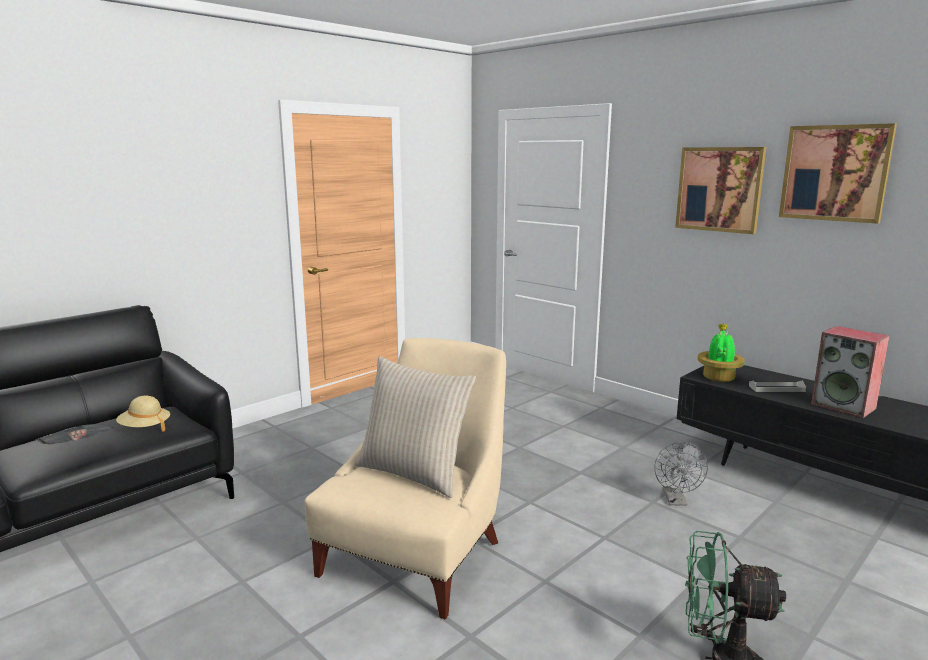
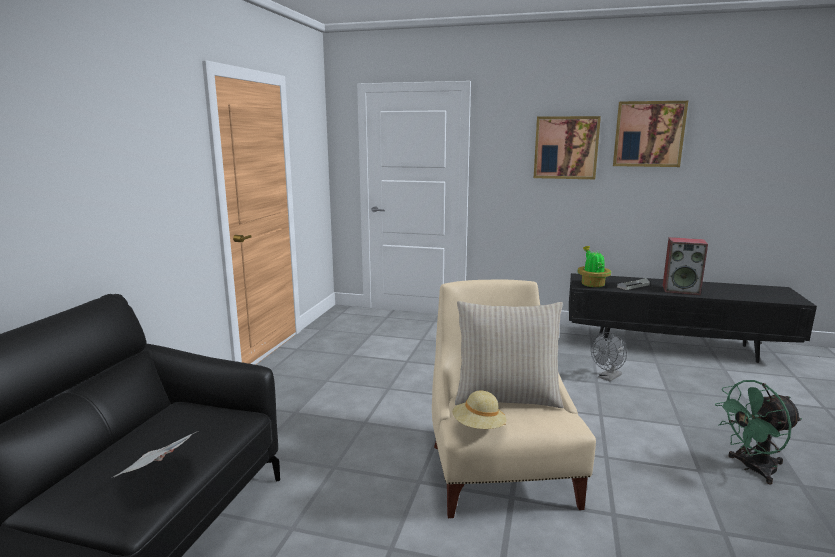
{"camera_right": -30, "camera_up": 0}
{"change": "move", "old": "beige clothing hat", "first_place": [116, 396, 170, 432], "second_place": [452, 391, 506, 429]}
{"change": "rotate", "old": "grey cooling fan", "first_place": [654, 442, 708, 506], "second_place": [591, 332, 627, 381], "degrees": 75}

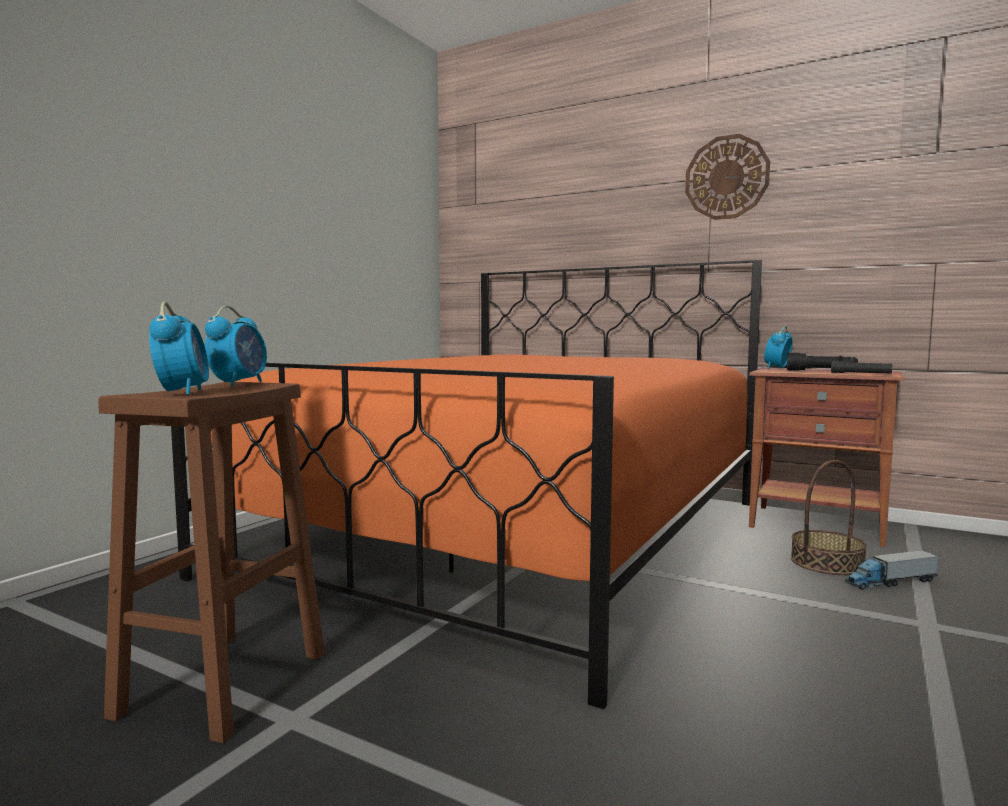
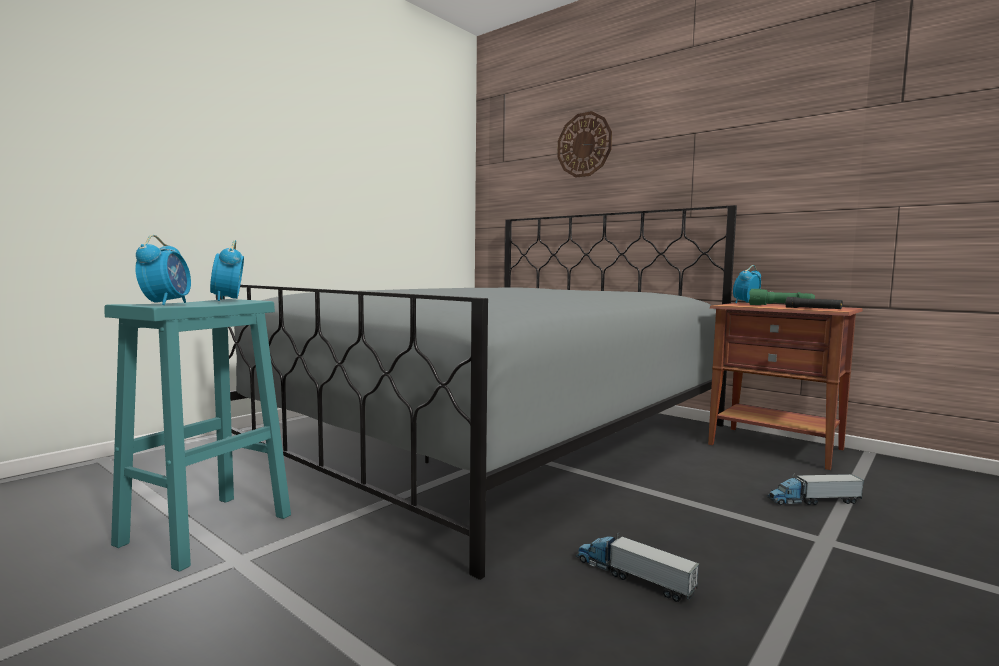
{"camera_right": 10, "camera_up": 0}
{"change": "recolor", "old": "brownish stool seat", "new": "turquoise stool seat", "first_place": [98, 382, 324, 743], "second_place": [104, 299, 291, 572]}
{"change": "rotate", "old": "bedside clock", "first_place": [205, 306, 267, 386], "second_place": [210, 240, 244, 301], "degrees": 135}
{"change": "recolor", "old": "orangey sleeping bed", "new": "grey sleeping bed", "first_place": [171, 260, 762, 709], "second_place": [216, 205, 737, 580]}
{"change": "move", "old": "clock on the wall", "first_place": [685, 134, 770, 220], "second_place": [557, 111, 612, 178]}
{"change": "insert", "new": "toy lorry", "second_place": [576, 532, 700, 602]}
{"change": "recolor", "old": "black-coloured flashlight", "new": "green flashlight", "first_place": [787, 352, 858, 371], "second_place": [749, 289, 815, 305]}
{"change": "delete", "old": "basket", "first_place": [791, 460, 867, 575]}

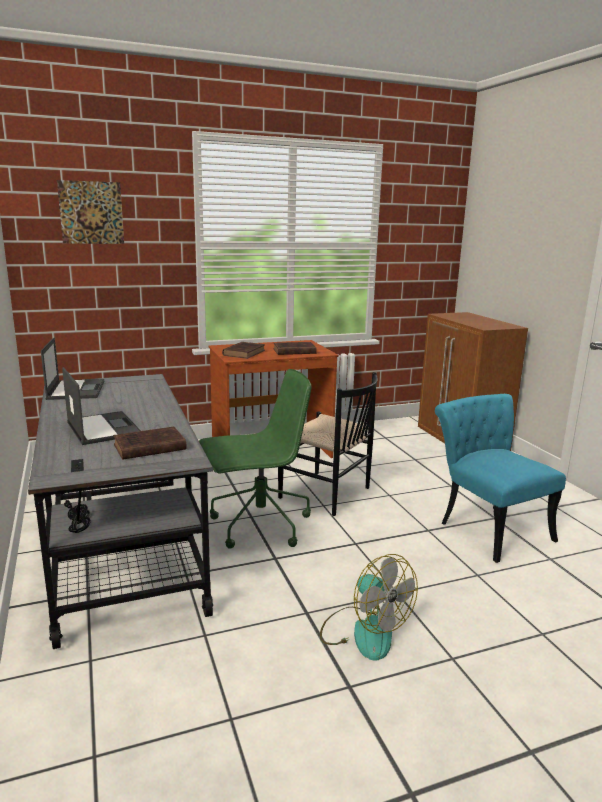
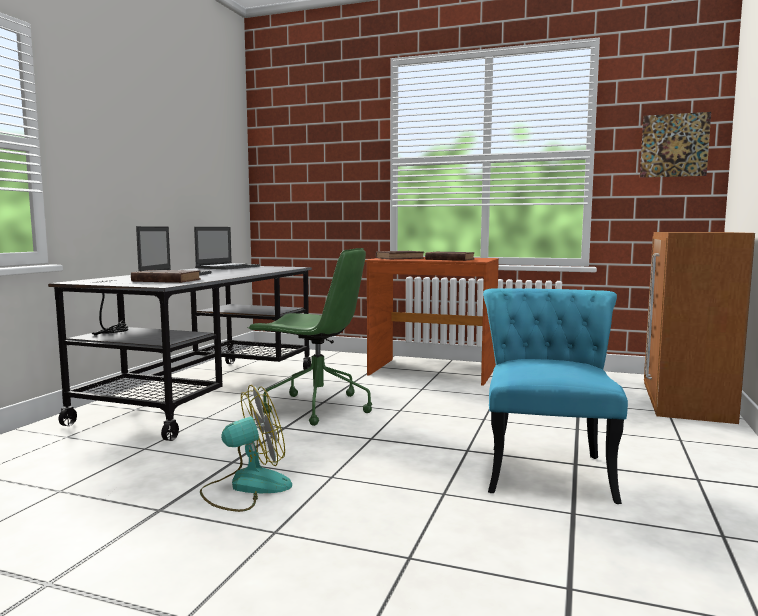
{"camera_right": 40, "camera_up": -10}
{"change": "rotate", "old": "cooling fan", "first_place": [320, 554, 418, 661], "second_place": [200, 385, 292, 512], "degrees": -120}
{"change": "move", "old": "wall picture", "first_place": [57, 180, 124, 244], "second_place": [640, 112, 711, 178]}
{"change": "delete", "old": "black-coloured chair", "first_place": [278, 372, 378, 516]}

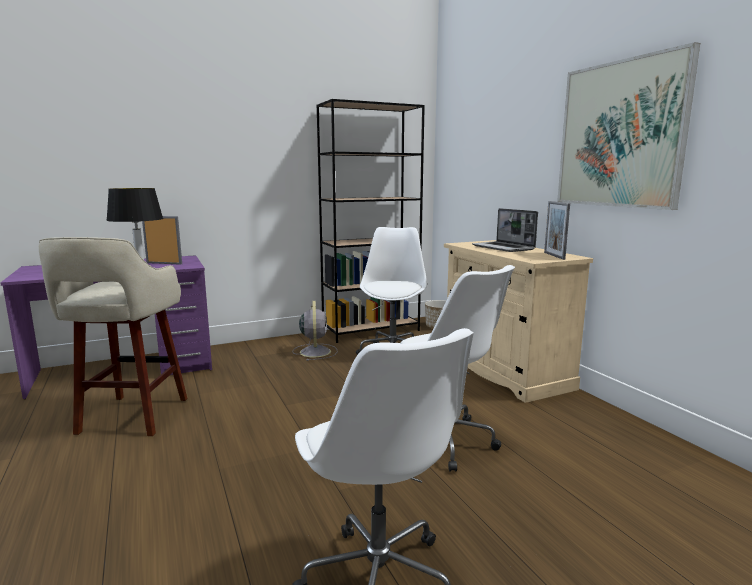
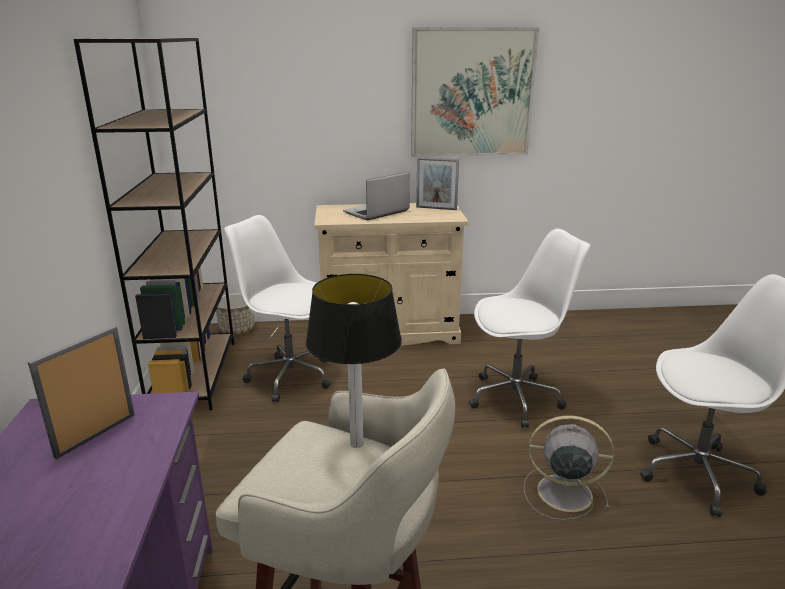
{"camera_right": -70, "camera_up": 10}
{"change": "rotate", "old": "laptop", "first_place": [472, 208, 538, 252], "second_place": [343, 172, 410, 220], "degrees": 150}
{"change": "move", "old": "grey cooling fan", "first_place": [293, 301, 337, 361], "second_place": [524, 415, 614, 520]}

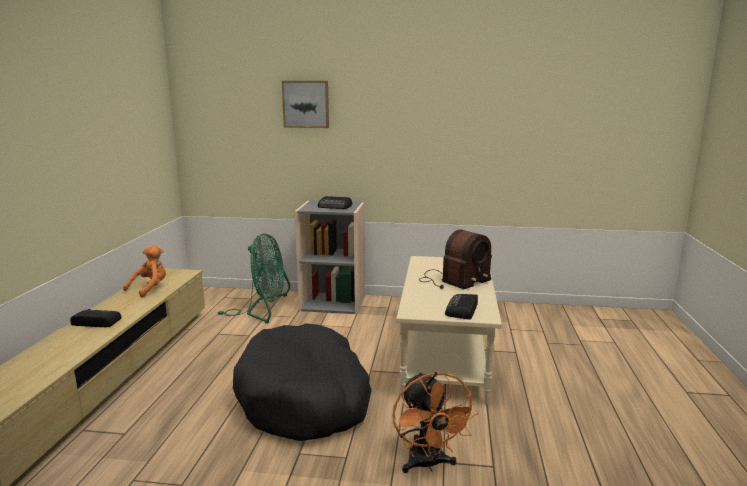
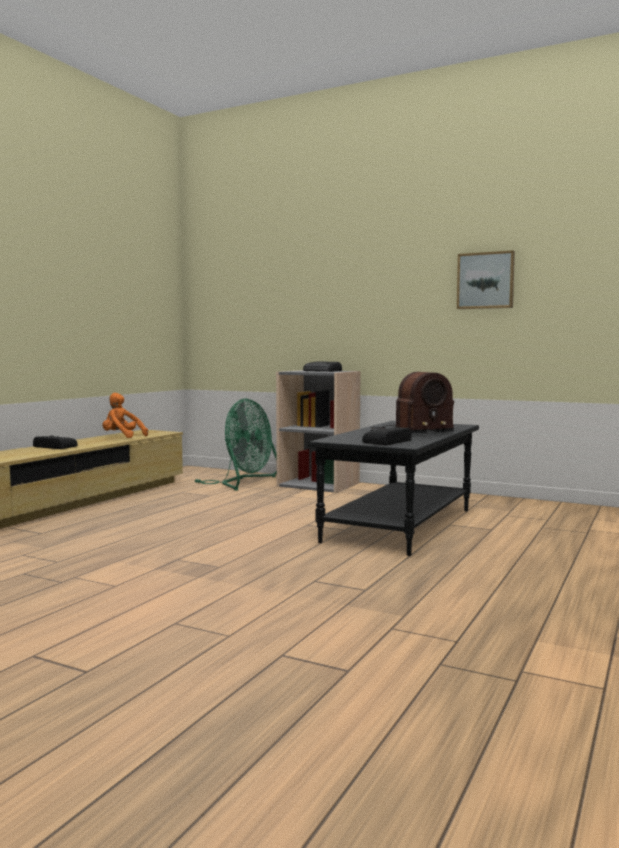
{"camera_right": 20, "camera_up": -10}
{"change": "rotate", "old": "orangey cuddly toy", "first_place": [123, 245, 166, 298], "second_place": [102, 393, 148, 438], "degrees": -120}
{"change": "recolor", "old": "beige coffee table", "new": "black-coloured coffee table", "first_place": [396, 256, 502, 405], "second_place": [309, 421, 479, 556]}
{"change": "move", "old": "wall picture", "first_place": [282, 81, 329, 128], "second_place": [457, 251, 515, 309]}
{"change": "delete", "old": "black-coloured dog cushion", "first_place": [233, 323, 372, 441]}
{"change": "delete", "old": "orangey cooling fan", "first_place": [393, 372, 479, 473]}

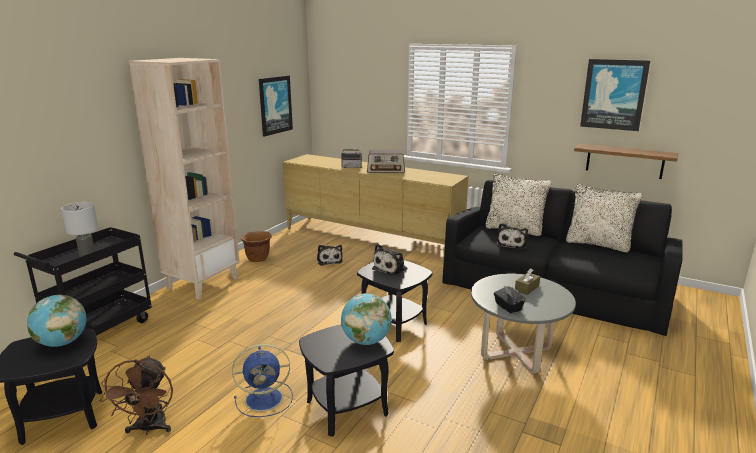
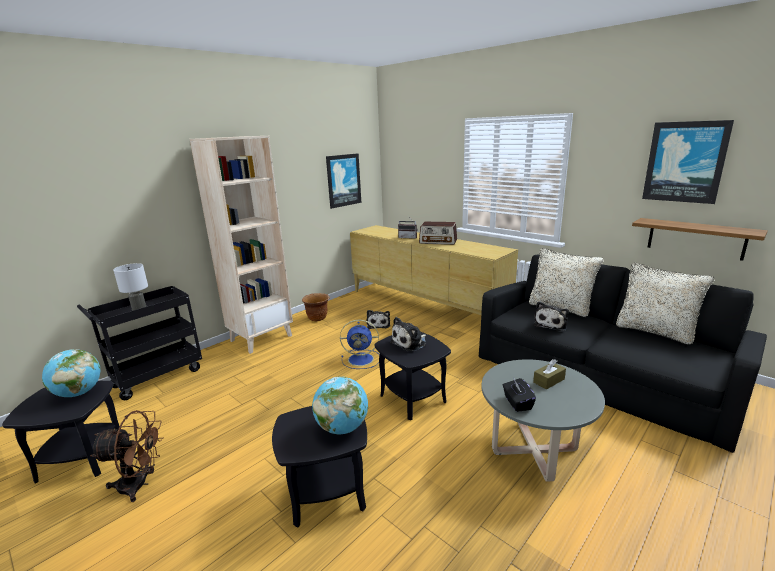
{"camera_right": 15, "camera_up": 0}
{"change": "rotate", "old": "brownish cooling fan", "first_place": [100, 356, 173, 435], "second_place": [90, 410, 163, 502], "degrees": -105}
{"change": "move", "old": "bluish cooling fan", "first_place": [232, 344, 293, 417], "second_place": [340, 320, 379, 369]}

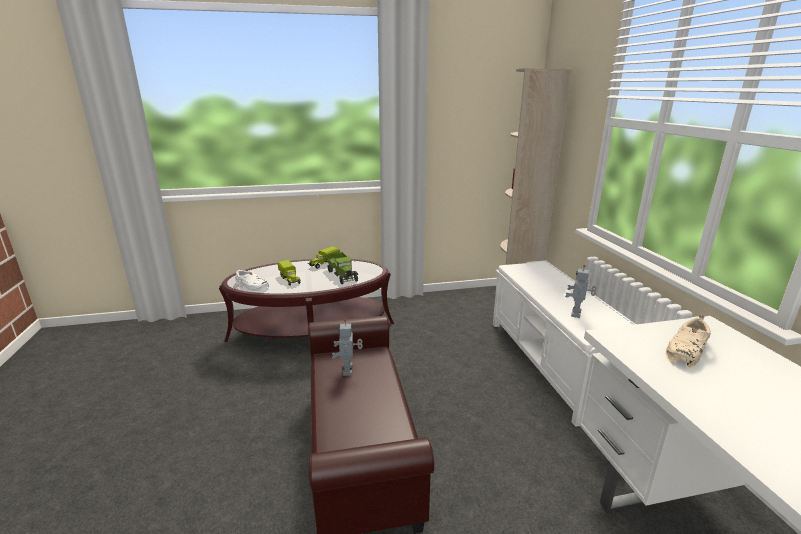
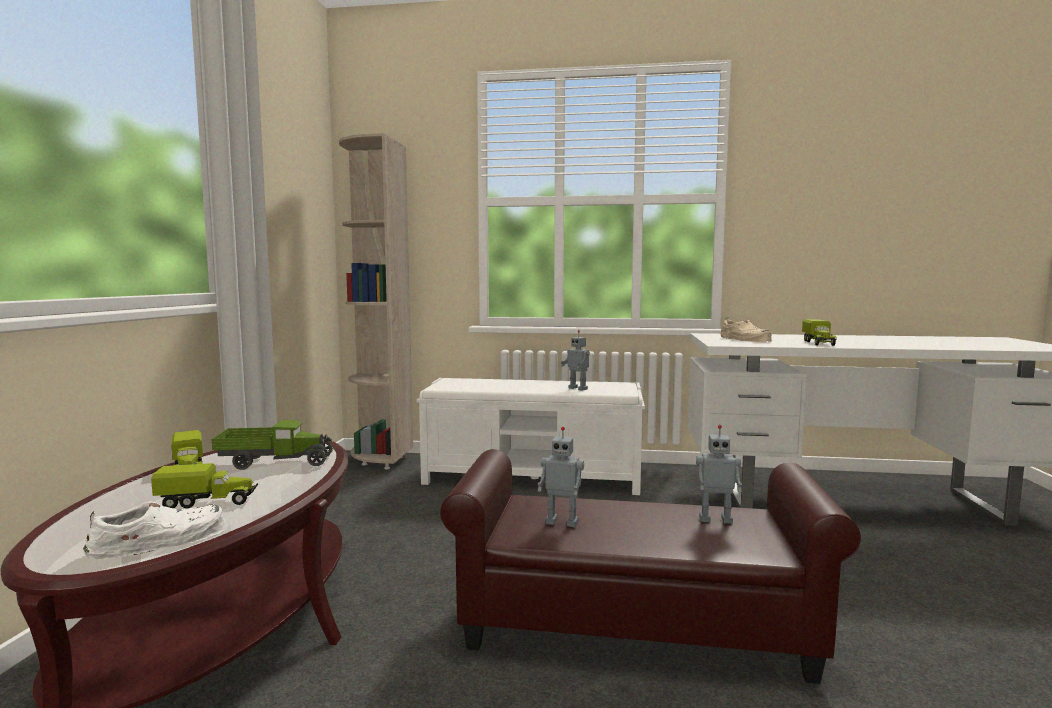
{"camera_right": -70, "camera_up": -15}
{"change": "insert", "new": "robot figure", "second_place": [696, 425, 742, 524]}
{"change": "insert", "new": "toy lorry", "second_place": [802, 319, 837, 346]}

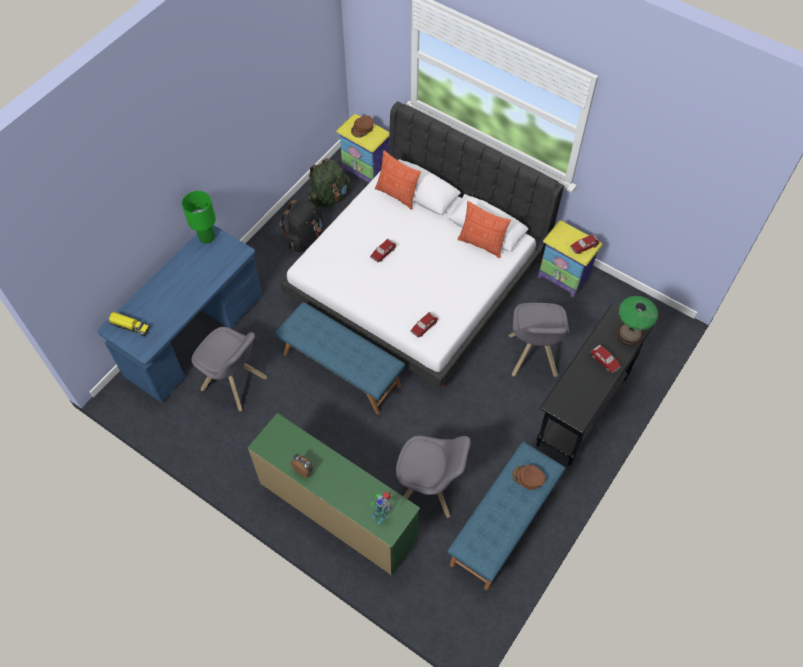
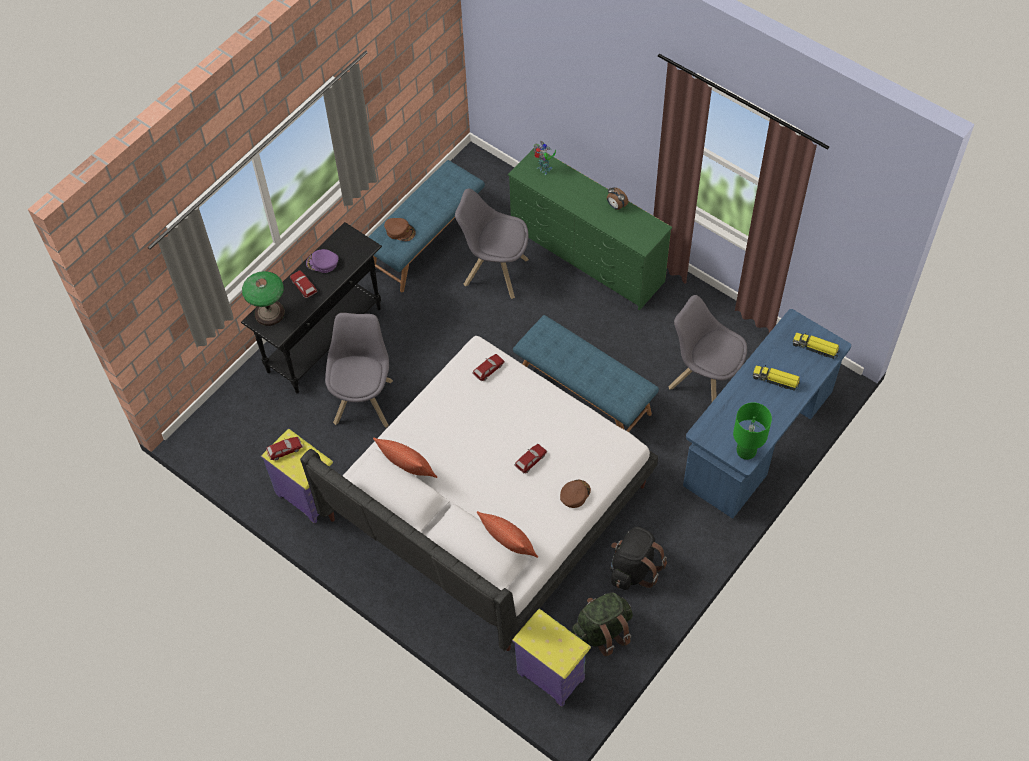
{"camera_right": -175, "camera_up": 0}
{"change": "insert", "new": "purple cap", "second_place": [306, 249, 339, 273]}
{"change": "move", "old": "brownish cap", "first_place": [351, 115, 373, 138], "second_place": [560, 480, 591, 508]}
{"change": "insert", "new": "toy lorry", "second_place": [752, 365, 801, 391]}

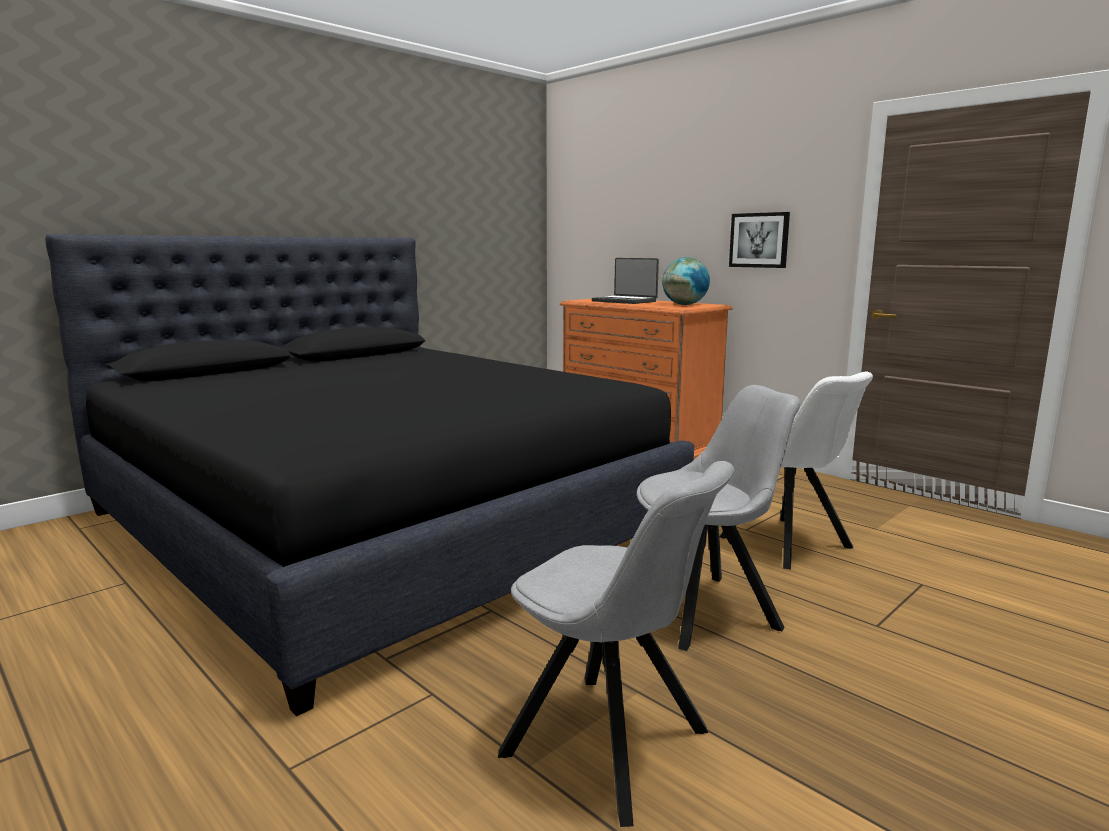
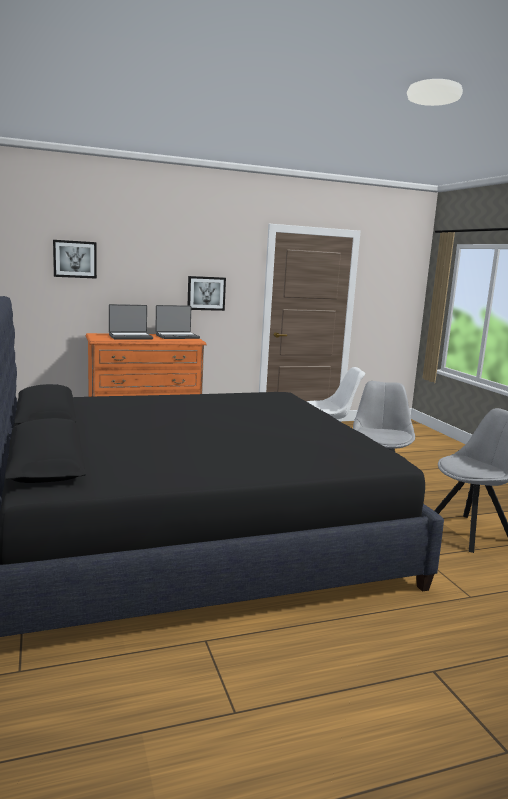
{"camera_right": -65, "camera_up": 0}
{"change": "insert", "new": "wall picture", "second_place": [53, 240, 97, 279]}
{"change": "replace", "old": "desk globe", "new": "laptop", "first_place": [662, 257, 710, 305], "second_place": [155, 305, 200, 339]}

